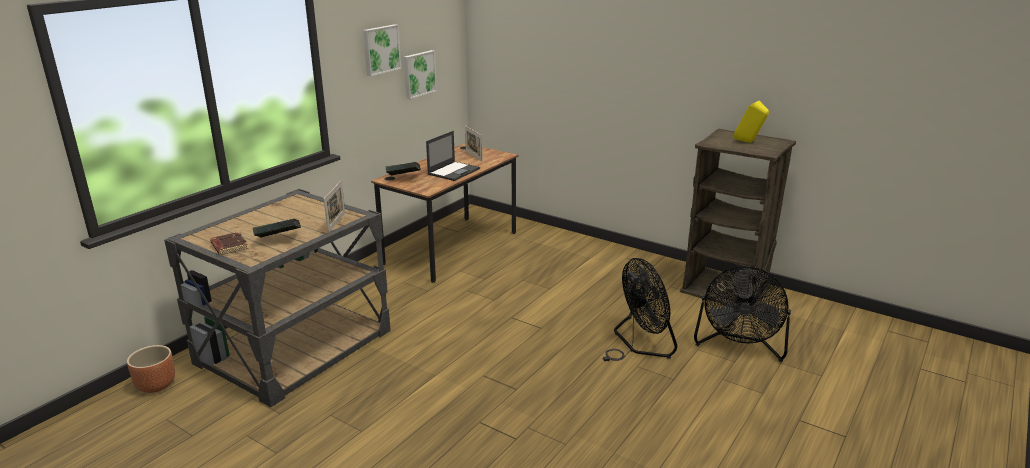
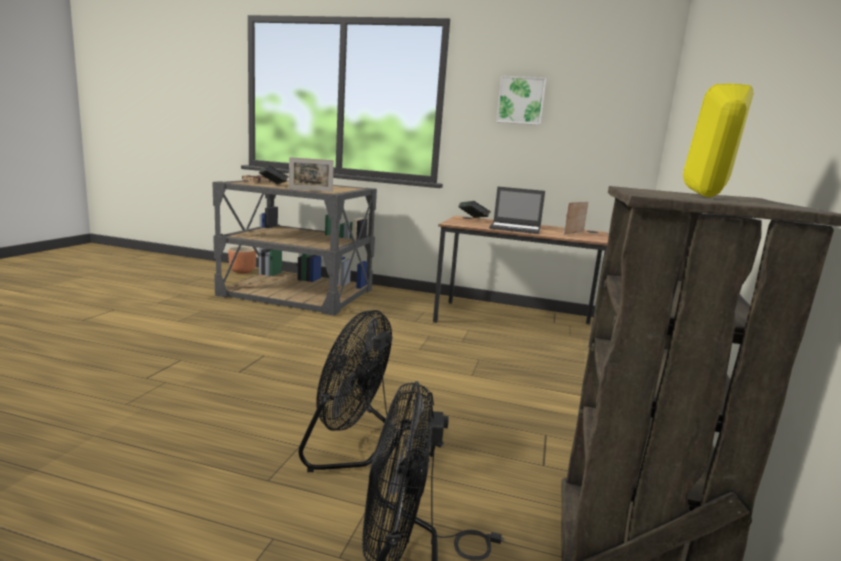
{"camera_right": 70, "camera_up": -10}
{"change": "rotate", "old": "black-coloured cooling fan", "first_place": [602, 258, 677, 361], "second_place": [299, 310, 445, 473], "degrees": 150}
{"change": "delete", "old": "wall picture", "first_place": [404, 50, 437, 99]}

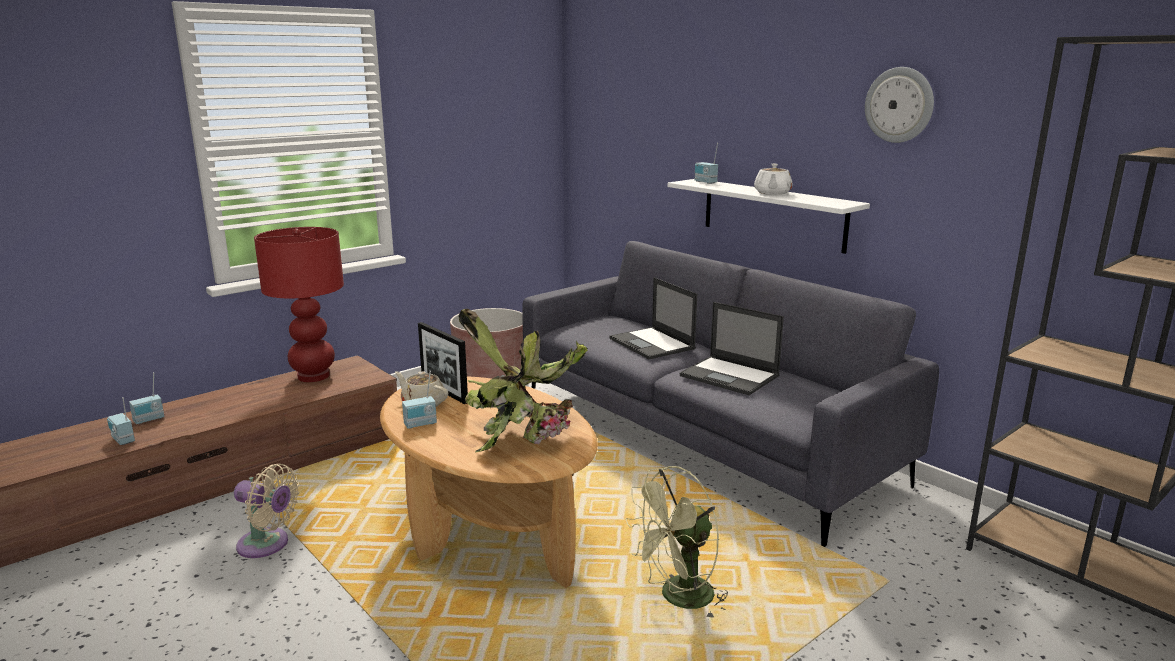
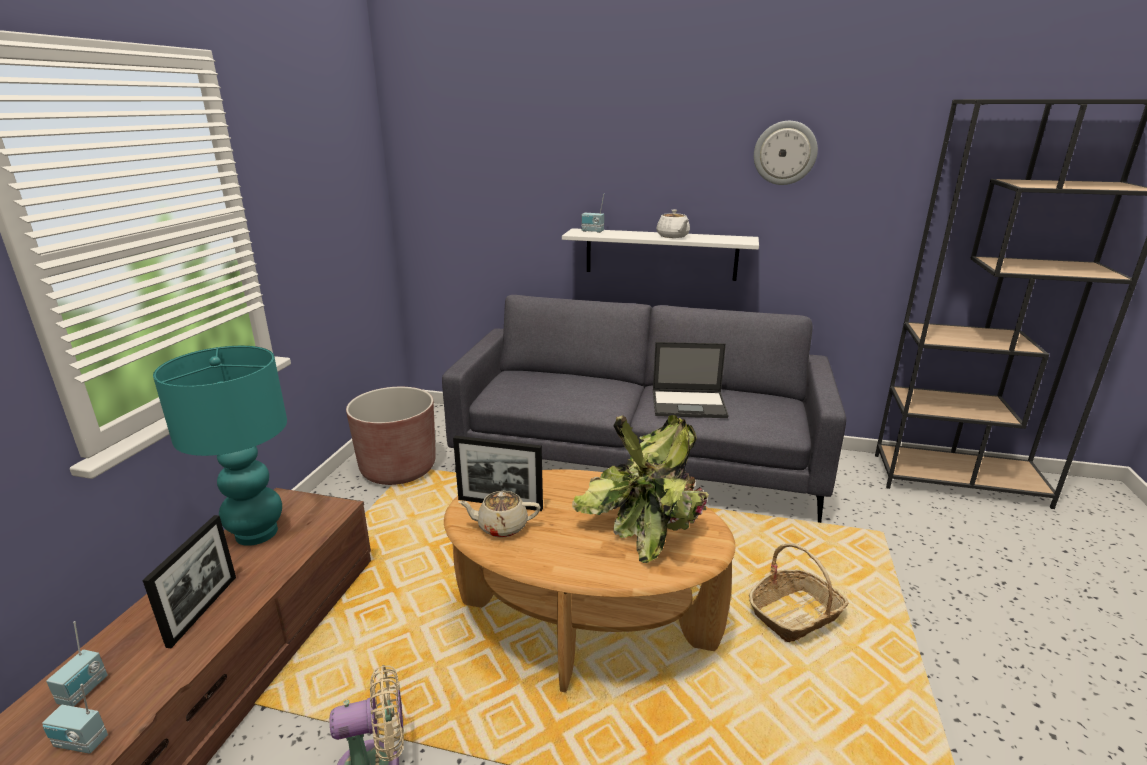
{"camera_right": -35, "camera_up": 5}
{"change": "insert", "new": "standing frame", "second_place": [142, 515, 236, 648]}
{"change": "recolor", "old": "reddish tabletop lamp", "new": "turquoise tabletop lamp", "first_place": [254, 227, 344, 382], "second_place": [153, 346, 287, 546]}
{"change": "replace", "old": "green cooling fan", "new": "basket", "first_place": [626, 466, 728, 620], "second_place": [749, 543, 849, 642]}
{"change": "delete", "old": "radio receiver", "first_place": [402, 371, 437, 429]}
{"change": "delete", "old": "laptop", "first_place": [609, 277, 697, 359]}

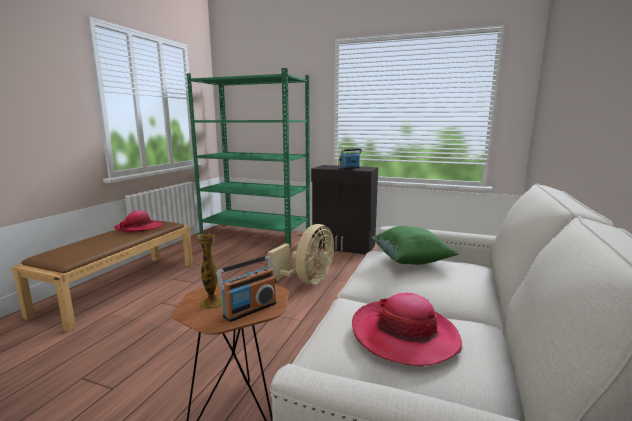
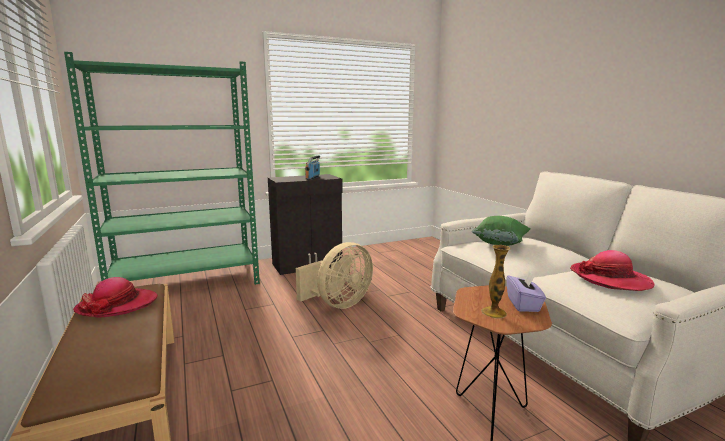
{"camera_right": -45, "camera_up": 0}
{"change": "rotate", "old": "beige cooling fan", "first_place": [268, 224, 334, 285], "second_place": [296, 242, 373, 309], "degrees": 60}
{"change": "replace", "old": "radio receiver", "new": "purple tissue holder", "first_place": [216, 256, 276, 322], "second_place": [506, 271, 546, 312]}

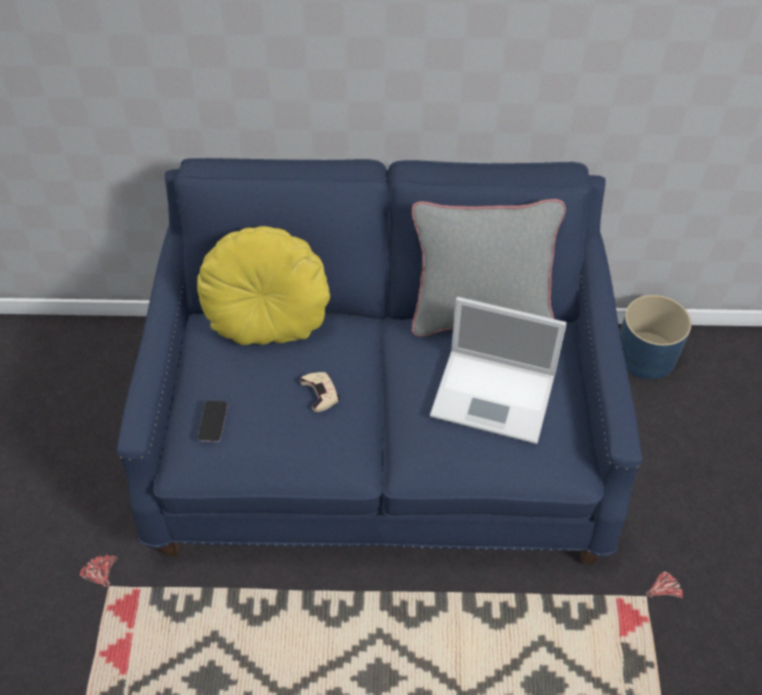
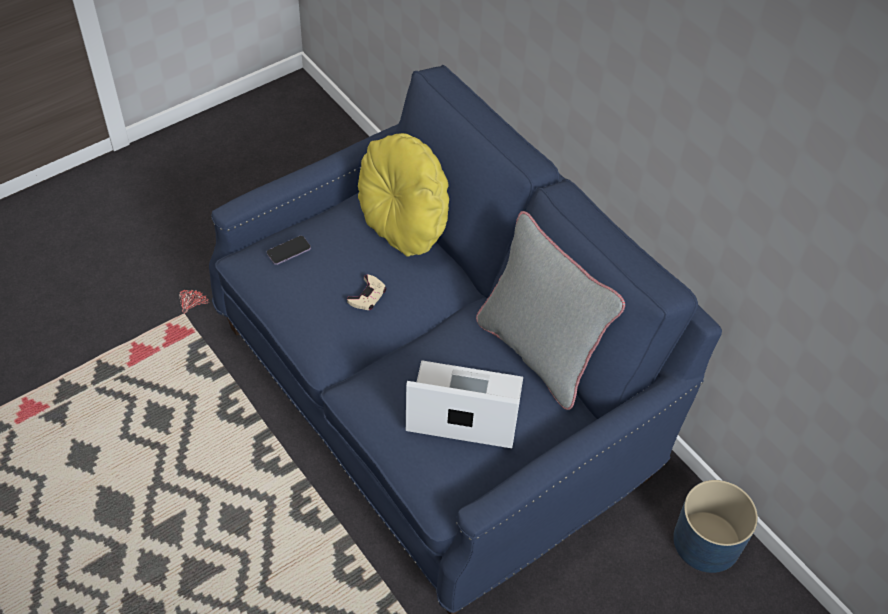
{"camera_right": 50, "camera_up": 0}
{"change": "rotate", "old": "laptop", "first_place": [430, 297, 567, 444], "second_place": [406, 361, 523, 448], "degrees": 120}

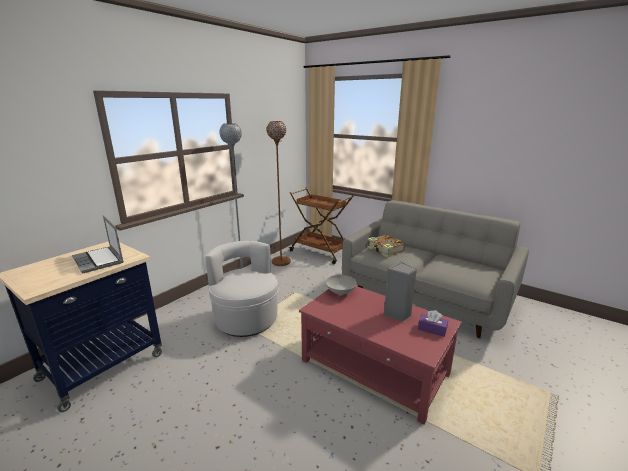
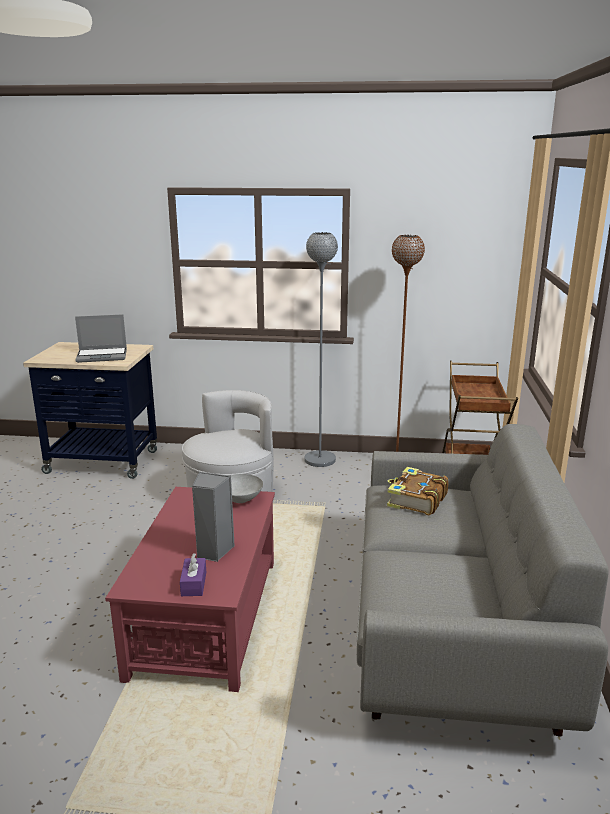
{"camera_right": 60, "camera_up": 0}
{"change": "rotate", "old": "laptop", "first_place": [72, 215, 124, 273], "second_place": [75, 314, 127, 363], "degrees": -120}

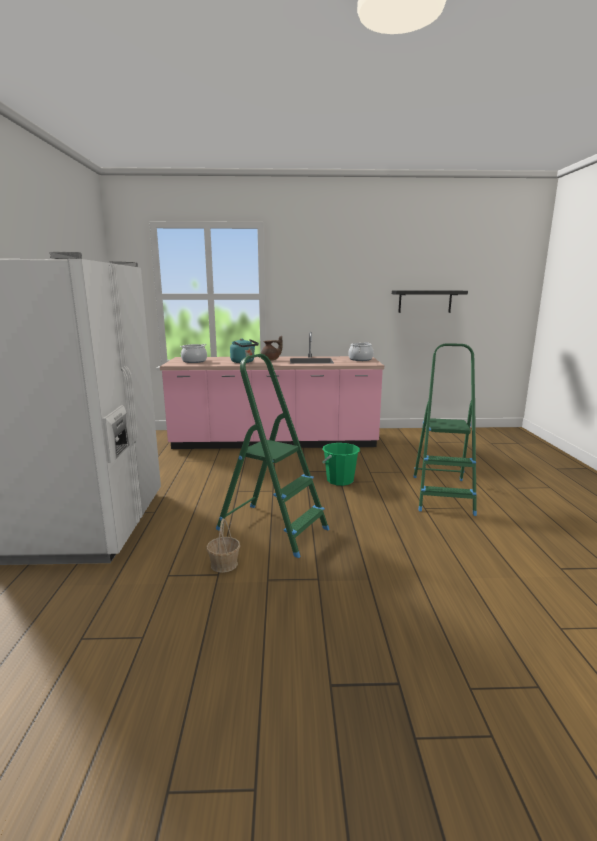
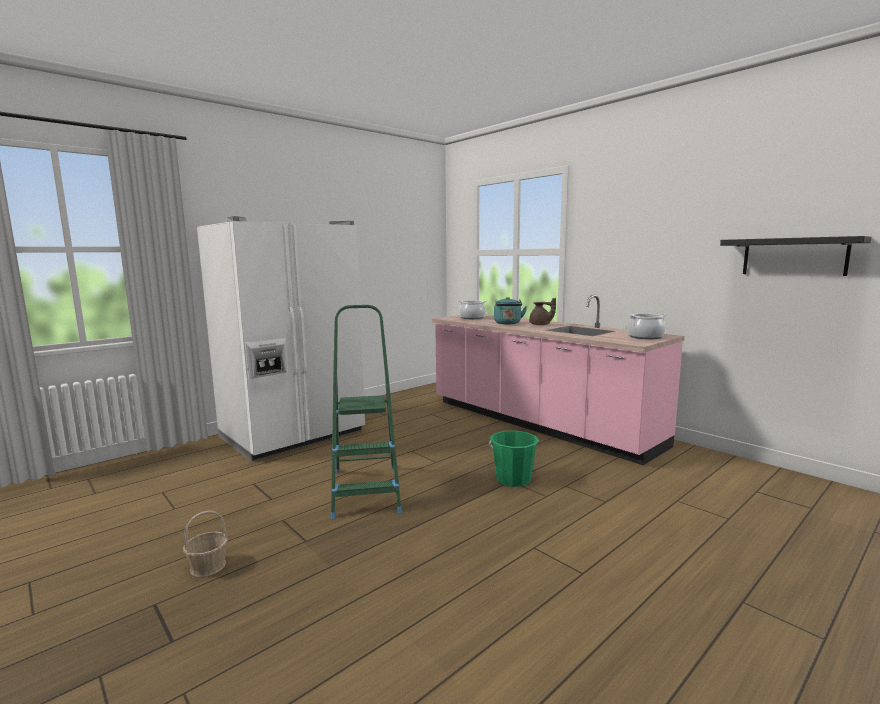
{"camera_right": 50, "camera_up": -5}
{"change": "move", "old": "basket", "first_place": [206, 518, 240, 573], "second_place": [183, 510, 228, 577]}
{"change": "delete", "old": "green step ladder", "first_place": [413, 343, 477, 516]}

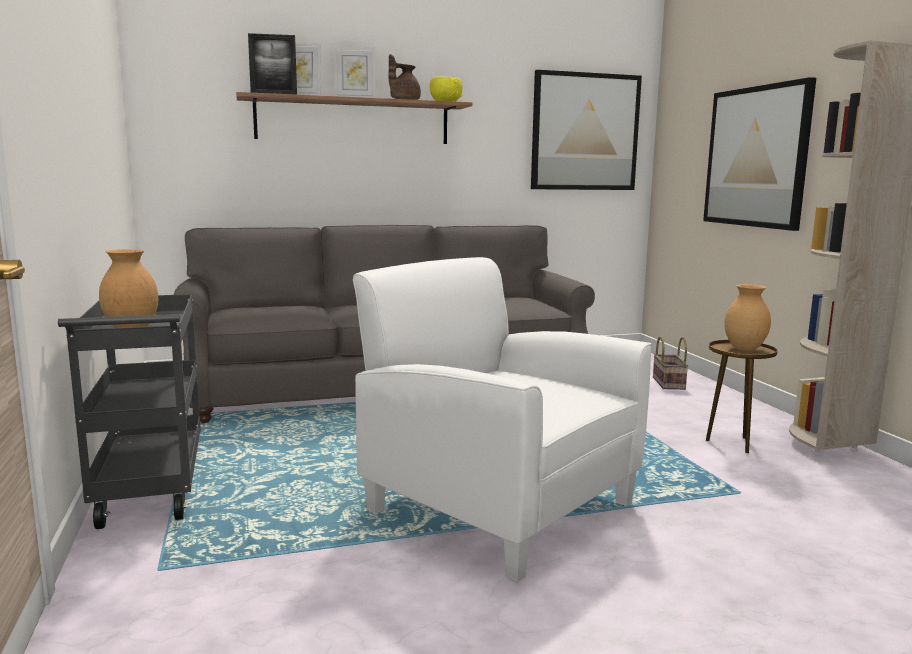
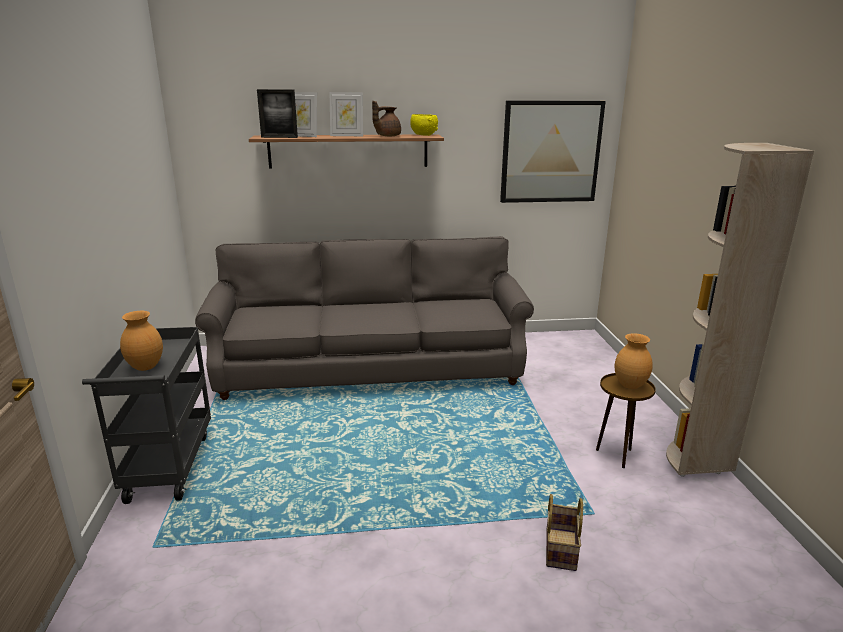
{"camera_right": 10, "camera_up": 10}
{"change": "move", "old": "basket", "first_place": [653, 336, 689, 390], "second_place": [546, 494, 583, 571]}
{"change": "delete", "old": "white lounge chair", "first_place": [353, 257, 651, 582]}
{"change": "delete", "old": "wall picture", "first_place": [703, 77, 816, 231]}

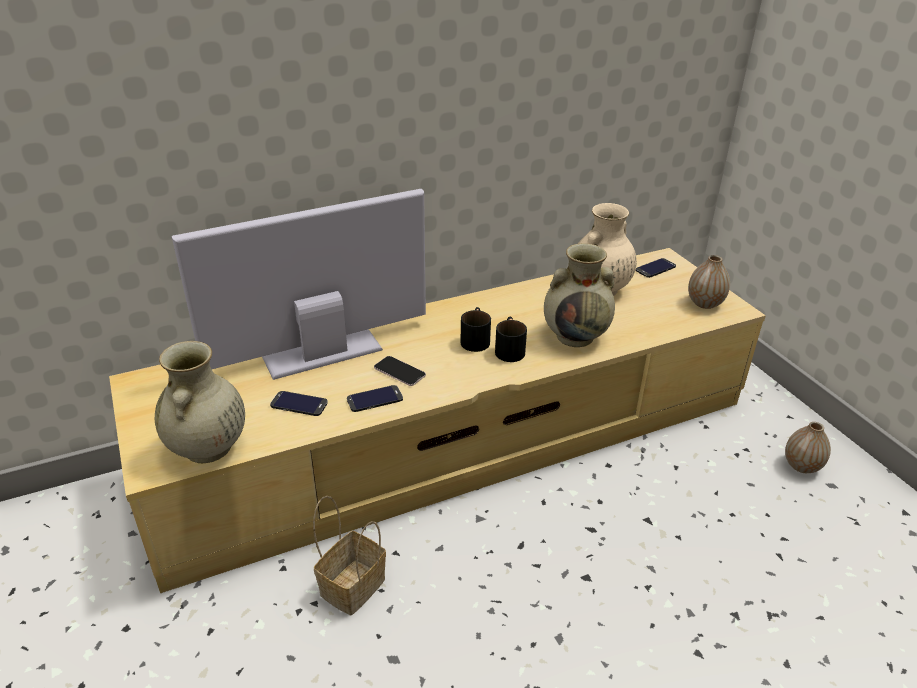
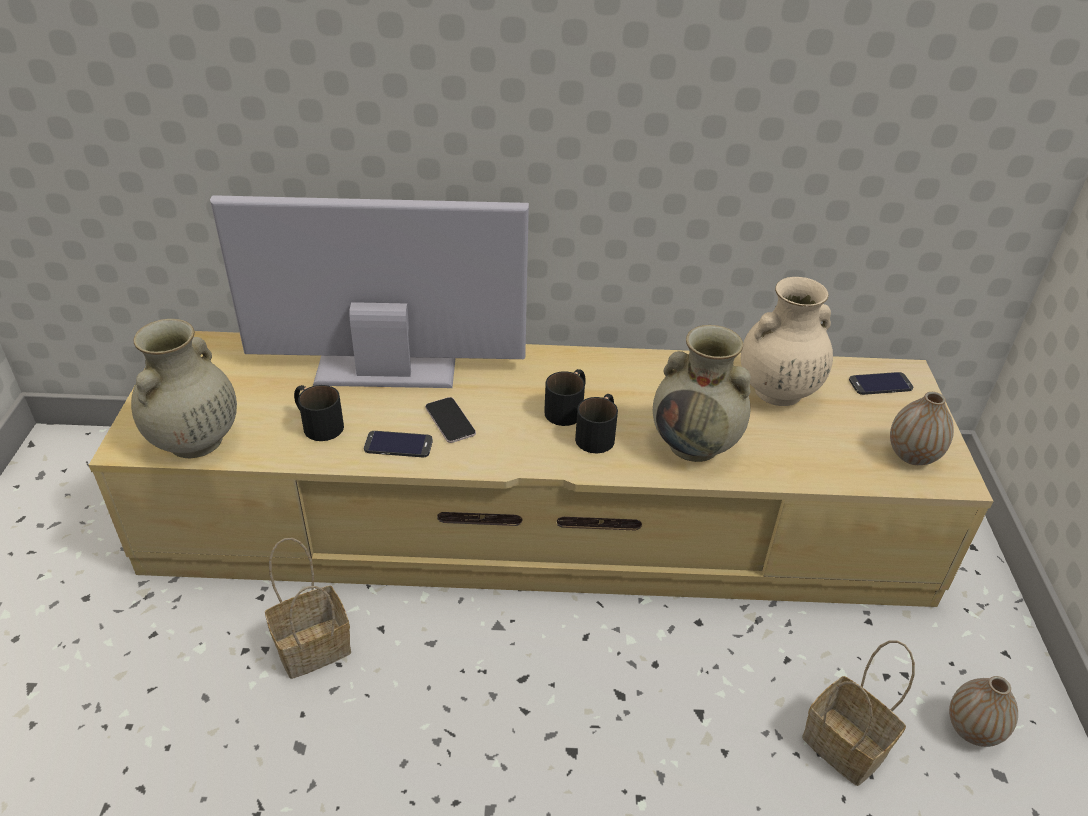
{"camera_right": 25, "camera_up": 5}
{"change": "replace", "old": "handset", "new": "black-coloured mug", "first_place": [270, 391, 328, 416], "second_place": [294, 385, 344, 441]}
{"change": "insert", "new": "basket", "second_place": [802, 640, 915, 786]}

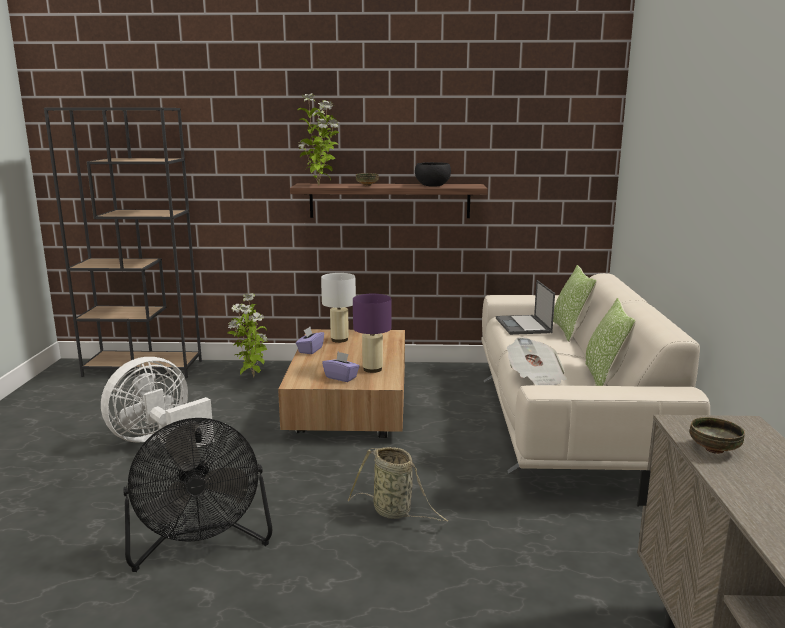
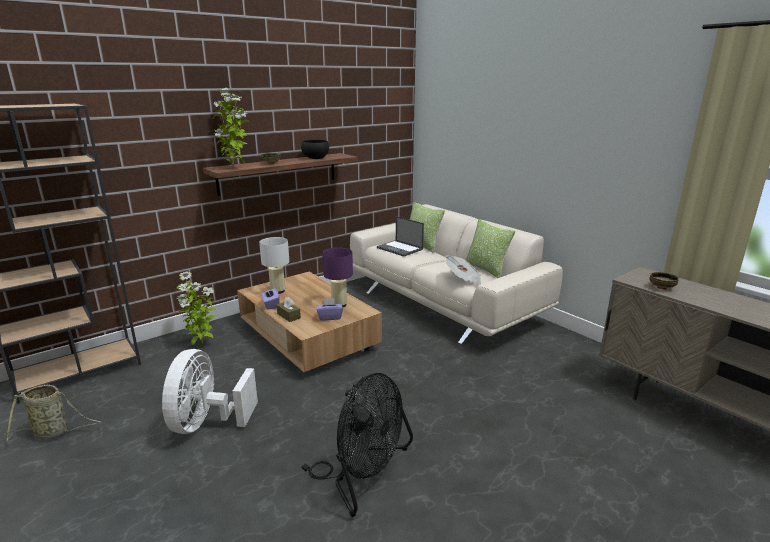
{"camera_right": -40, "camera_up": 5}
{"change": "move", "old": "basket", "first_place": [348, 447, 448, 521], "second_place": [6, 384, 101, 441]}
{"change": "insert", "new": "brownish tissue holder", "second_place": [277, 297, 301, 322]}

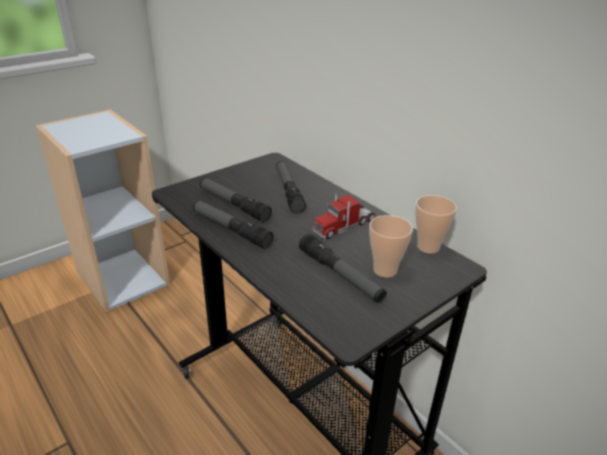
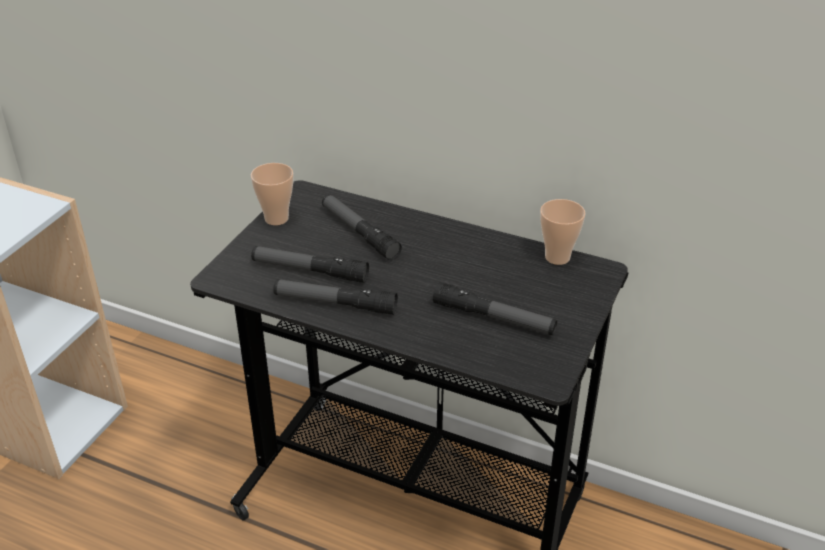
{"camera_right": -25, "camera_up": 5}
{"change": "move", "old": "drinking cup", "first_place": [369, 215, 413, 277], "second_place": [251, 163, 293, 225]}
{"change": "delete", "old": "toy lorry", "first_place": [312, 194, 375, 239]}

